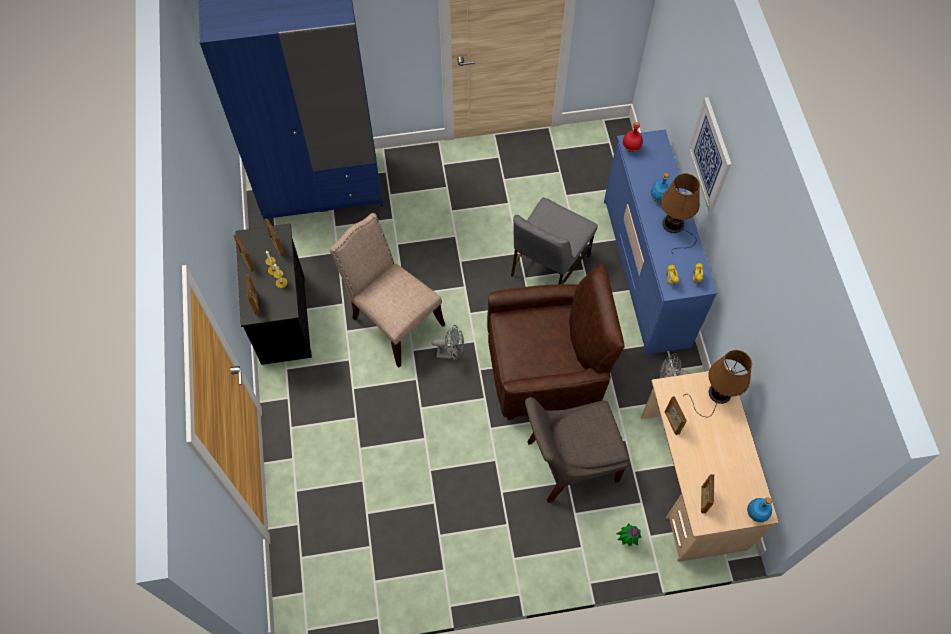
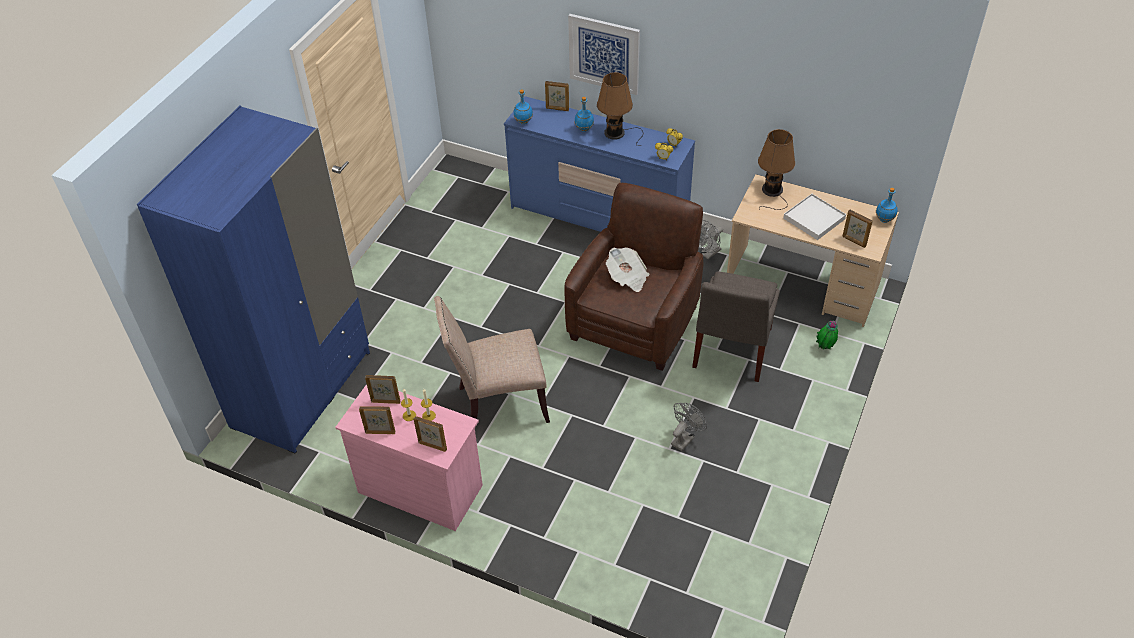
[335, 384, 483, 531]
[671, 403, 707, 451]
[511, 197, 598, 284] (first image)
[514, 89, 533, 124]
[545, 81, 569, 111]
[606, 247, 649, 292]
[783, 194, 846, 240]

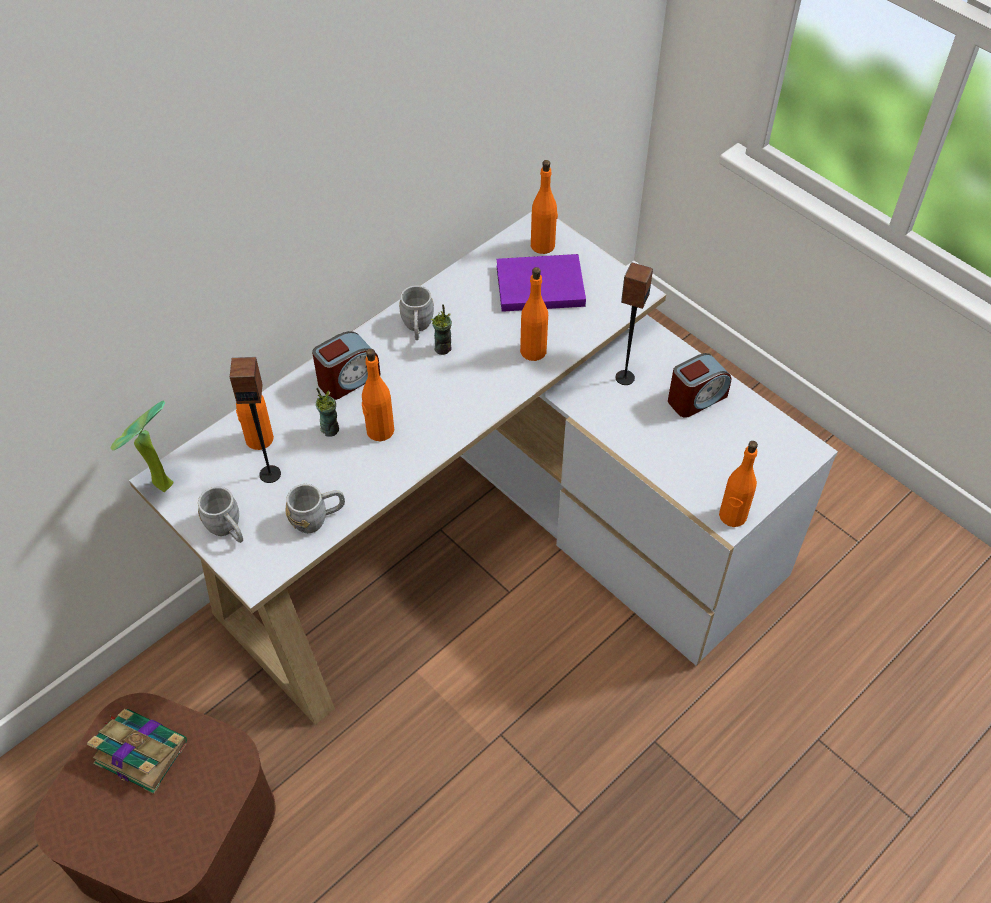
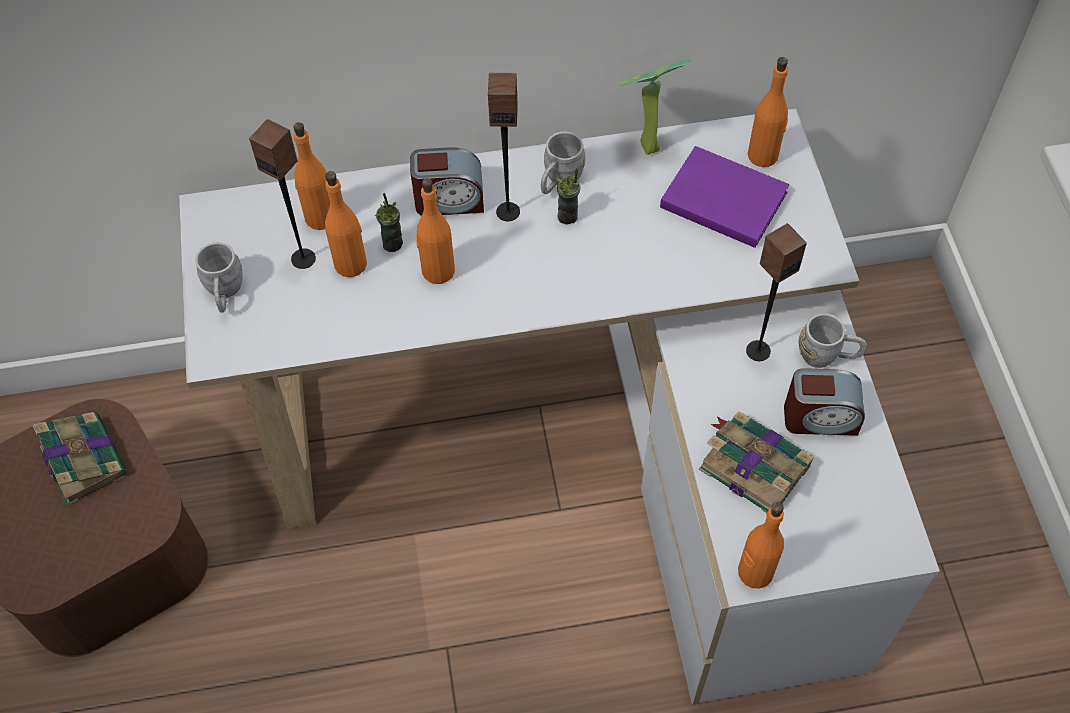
[618, 59, 691, 155]
[798, 313, 867, 368]
[325, 171, 367, 277]
[488, 73, 520, 221]
[699, 411, 814, 513]

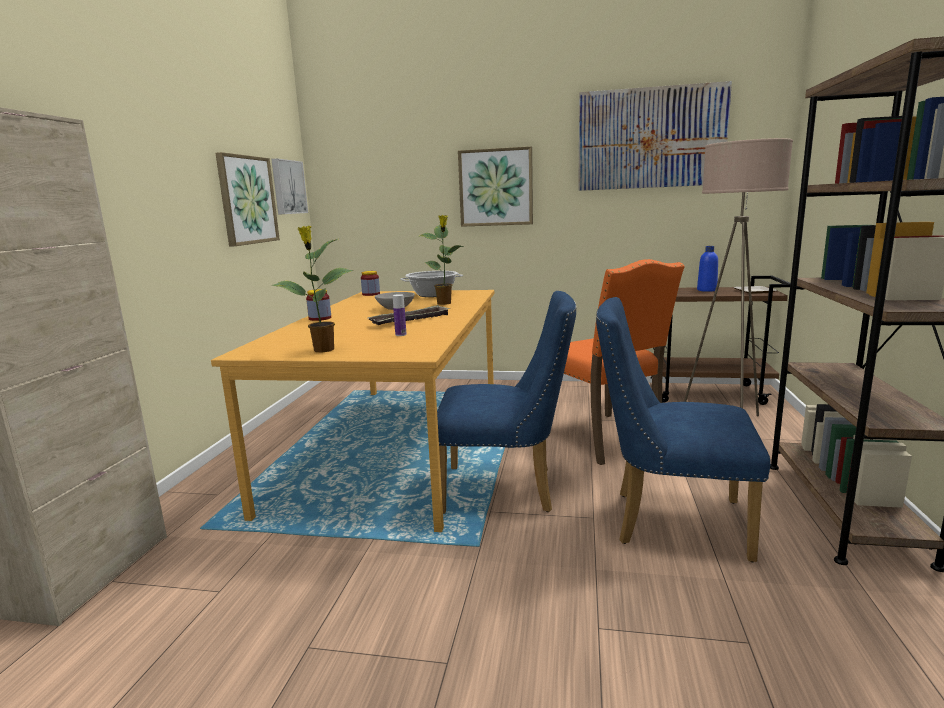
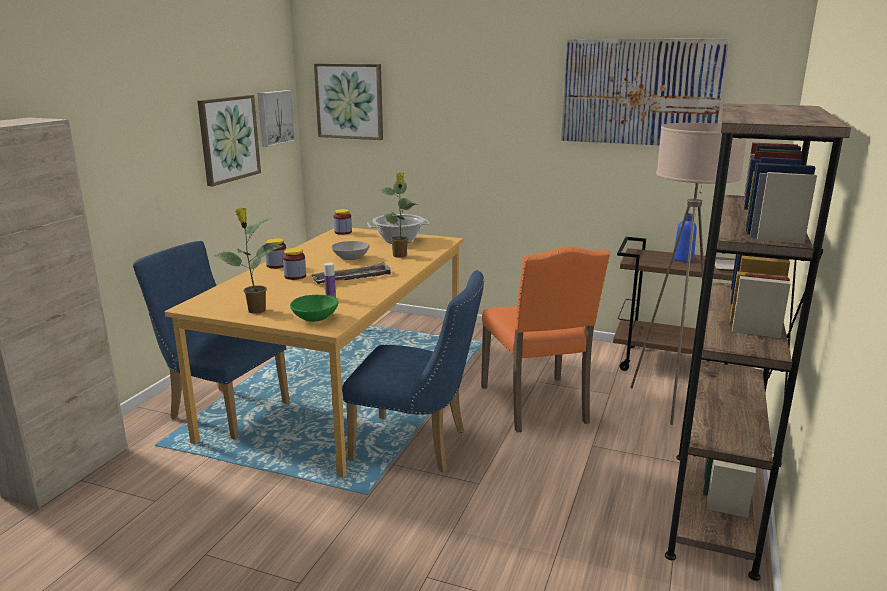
[314, 63, 383, 140]
[133, 241, 289, 440]
[283, 248, 306, 280]
[290, 295, 338, 322]

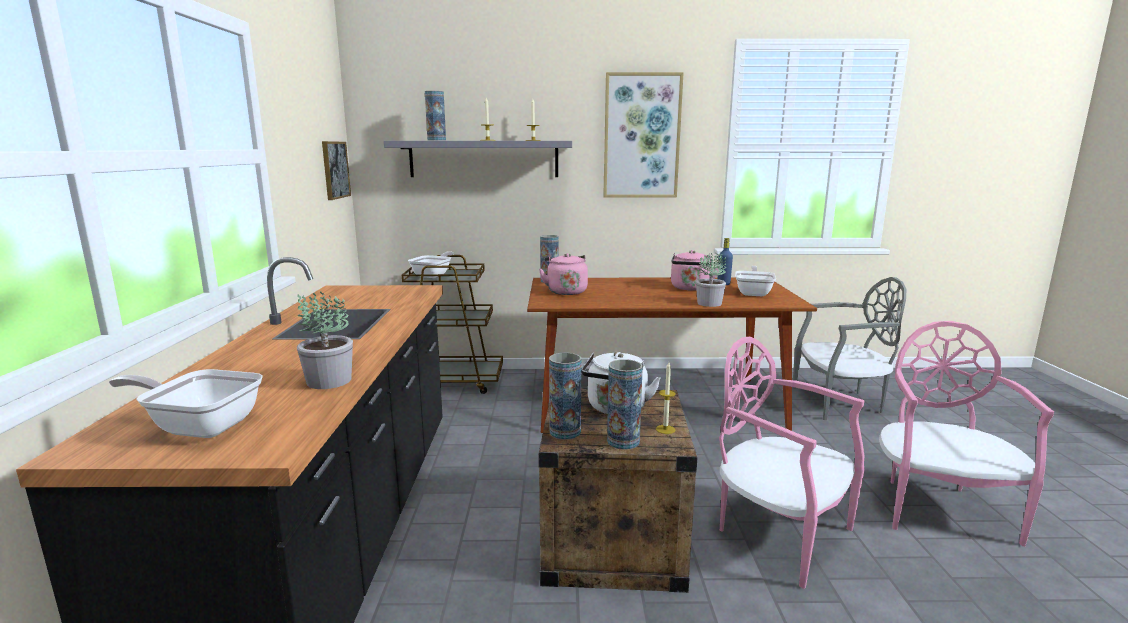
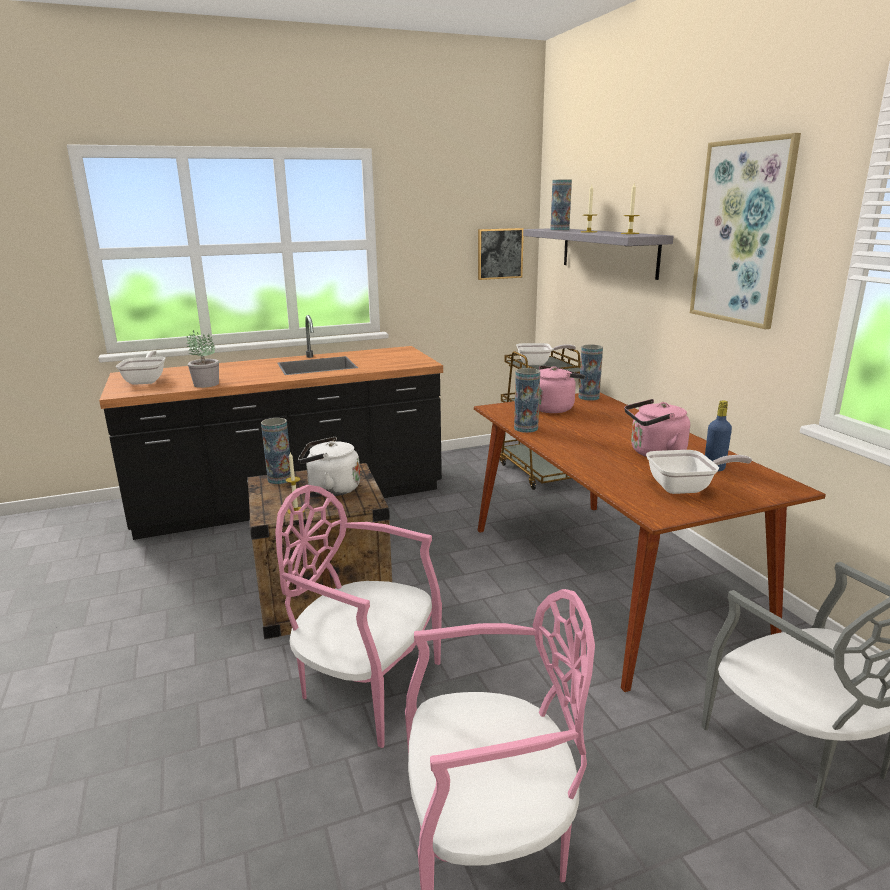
[514, 368, 540, 433]
[696, 253, 727, 307] (first image)
[275, 485, 442, 748]

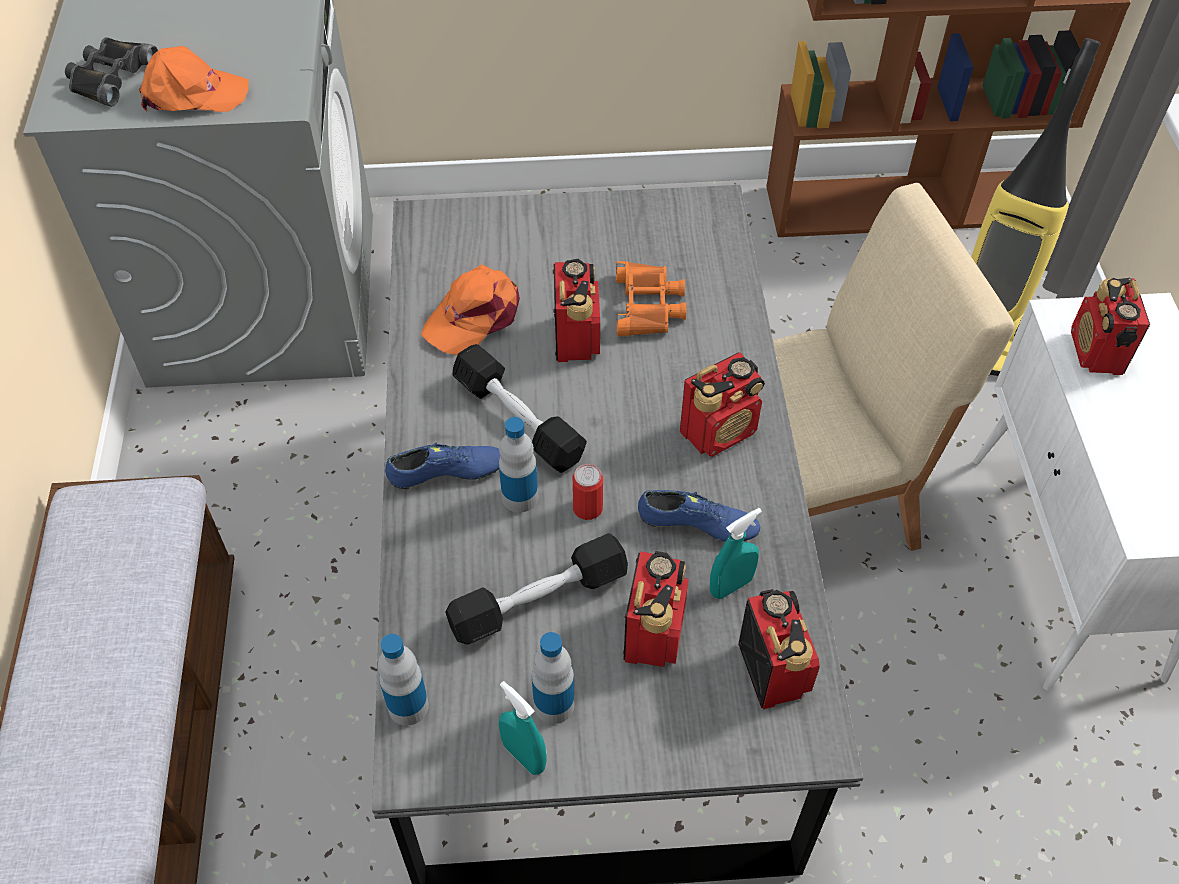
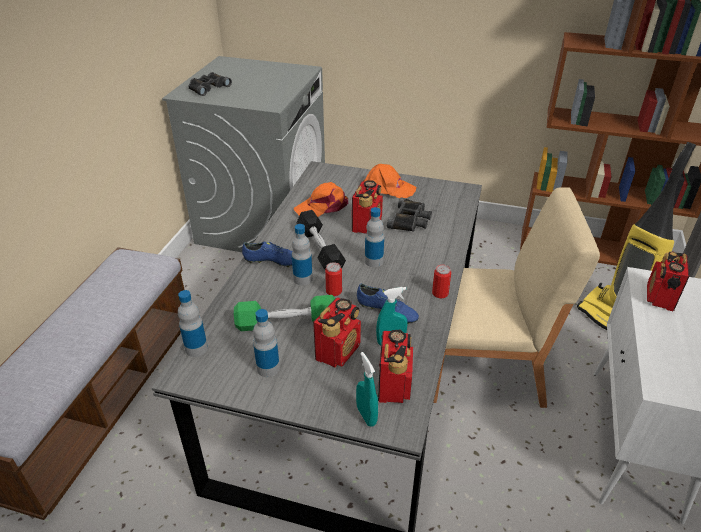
[364, 164, 416, 198]
[234, 295, 335, 331]
[356, 352, 378, 427]
[387, 197, 432, 232]
[680, 352, 765, 457] (first image)
[365, 207, 384, 267]
[432, 265, 451, 298]

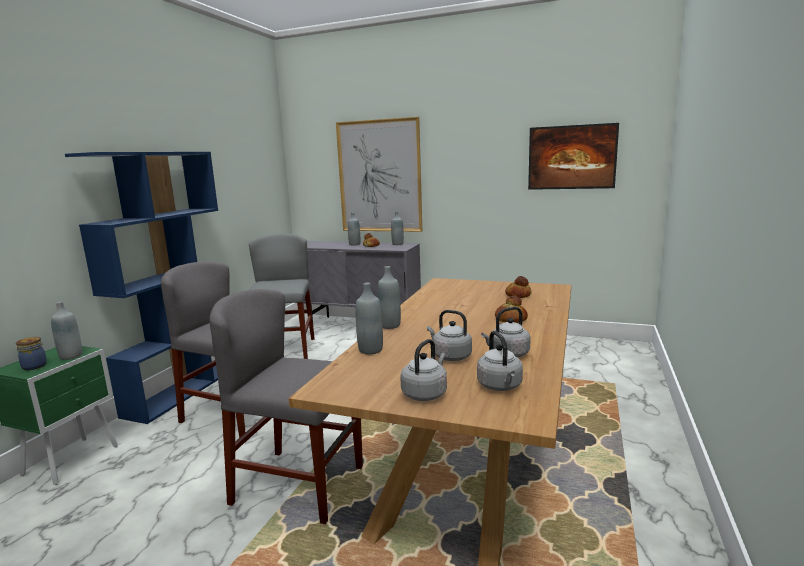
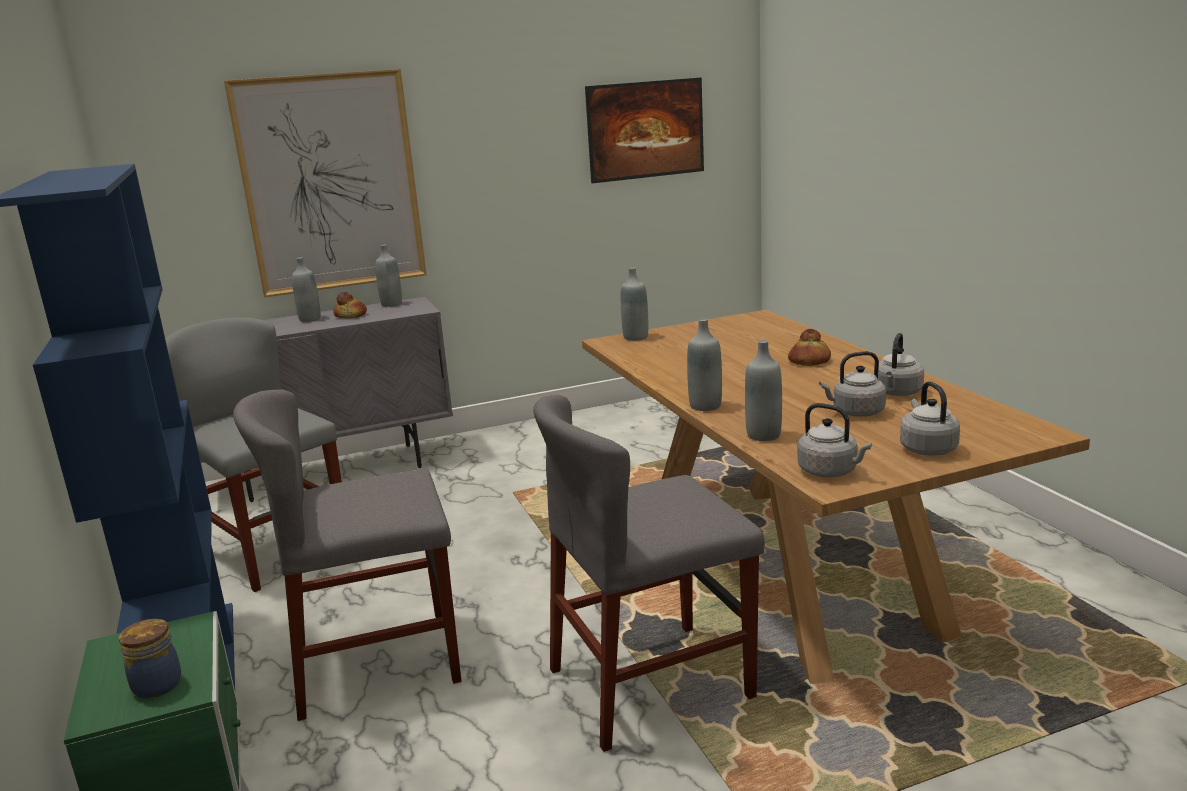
[621, 267, 648, 341]
[797, 403, 872, 477]
[505, 276, 532, 298] (first image)

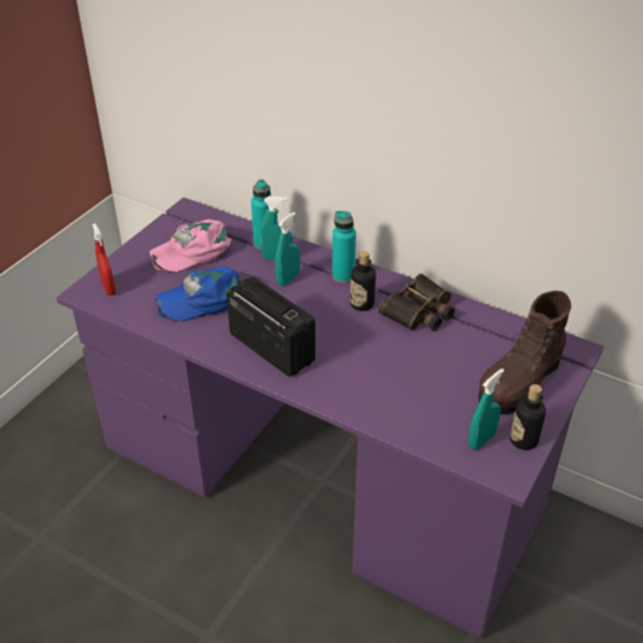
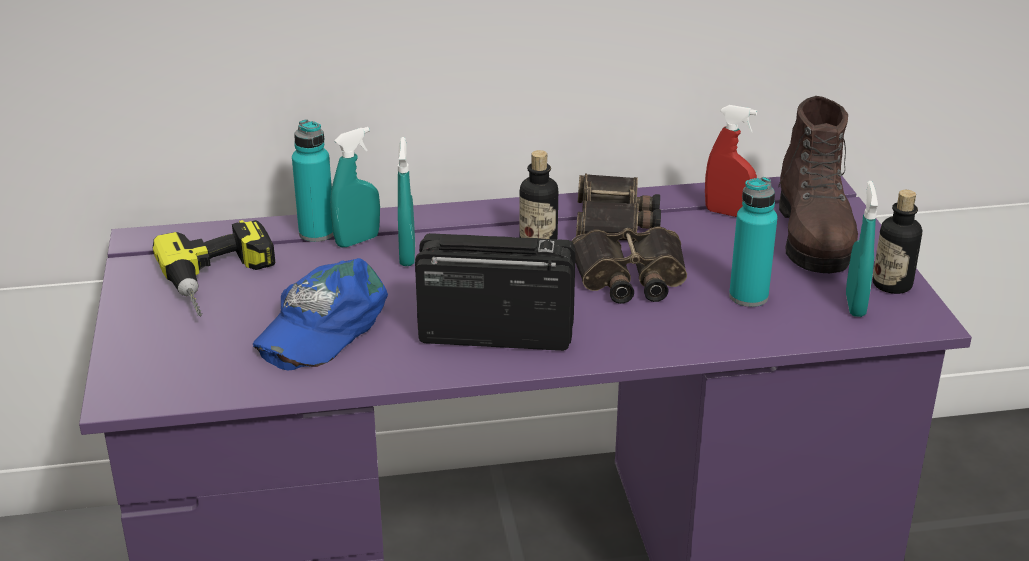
[705, 105, 757, 217]
[153, 220, 275, 317]
[729, 177, 778, 307]
[572, 226, 687, 304]

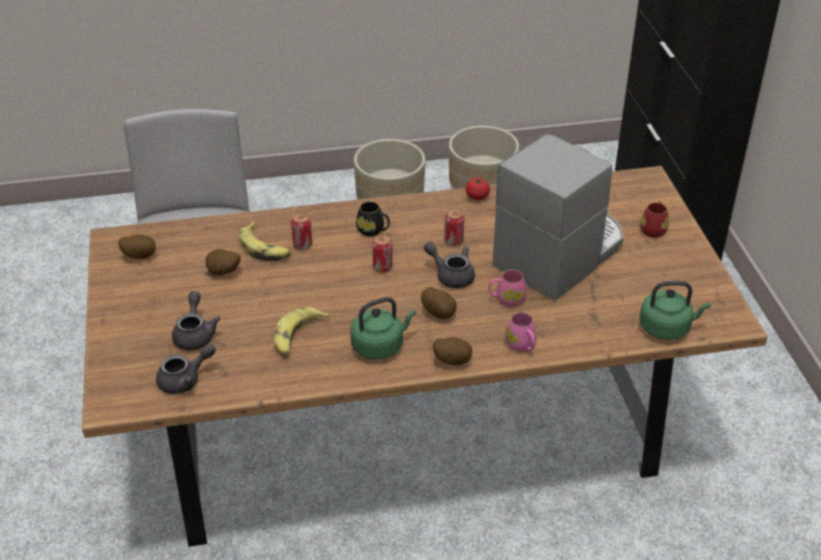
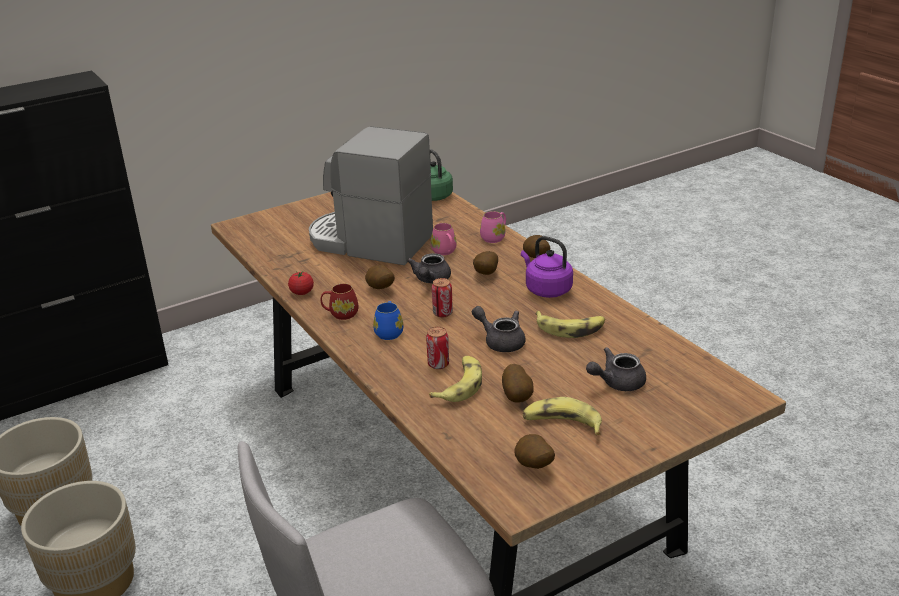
[472, 306, 526, 352]
[521, 236, 573, 298]
[373, 301, 403, 340]
[365, 265, 395, 289]
[321, 283, 358, 320]
[523, 397, 602, 435]

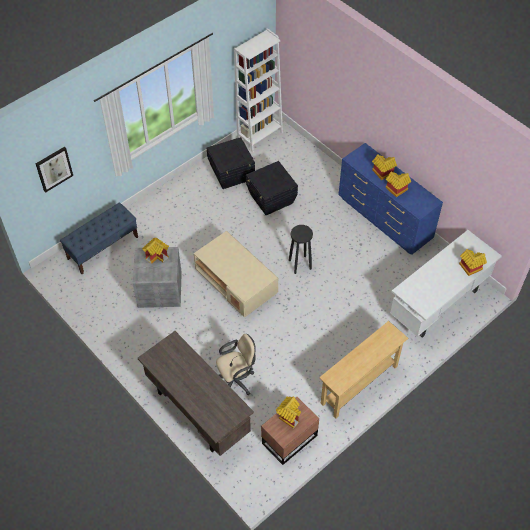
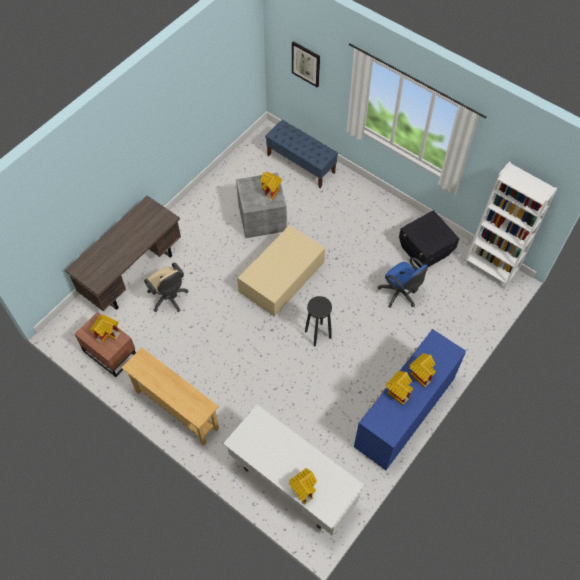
[378, 257, 428, 308]

